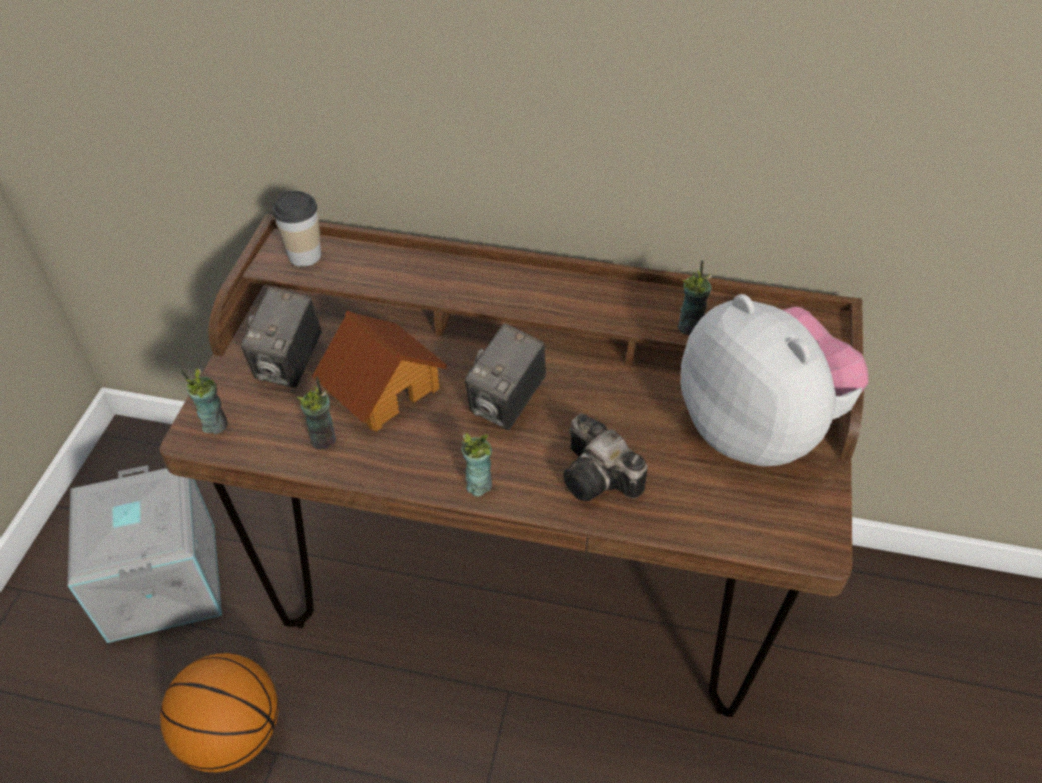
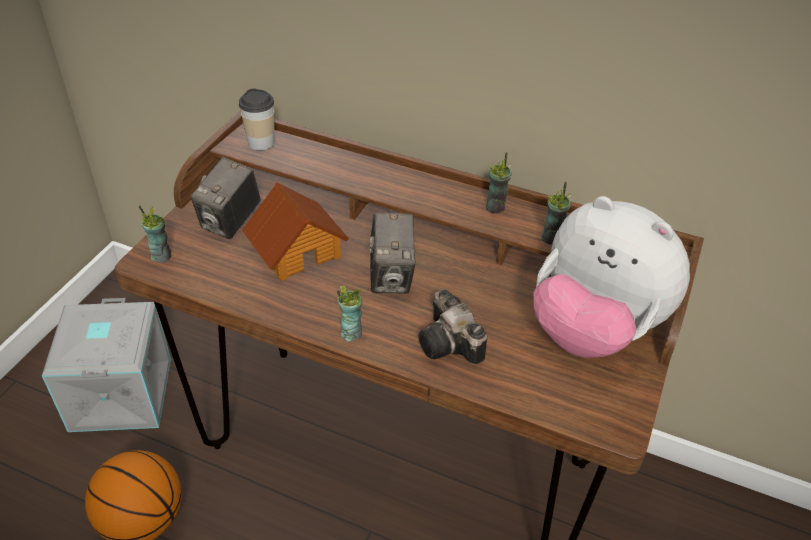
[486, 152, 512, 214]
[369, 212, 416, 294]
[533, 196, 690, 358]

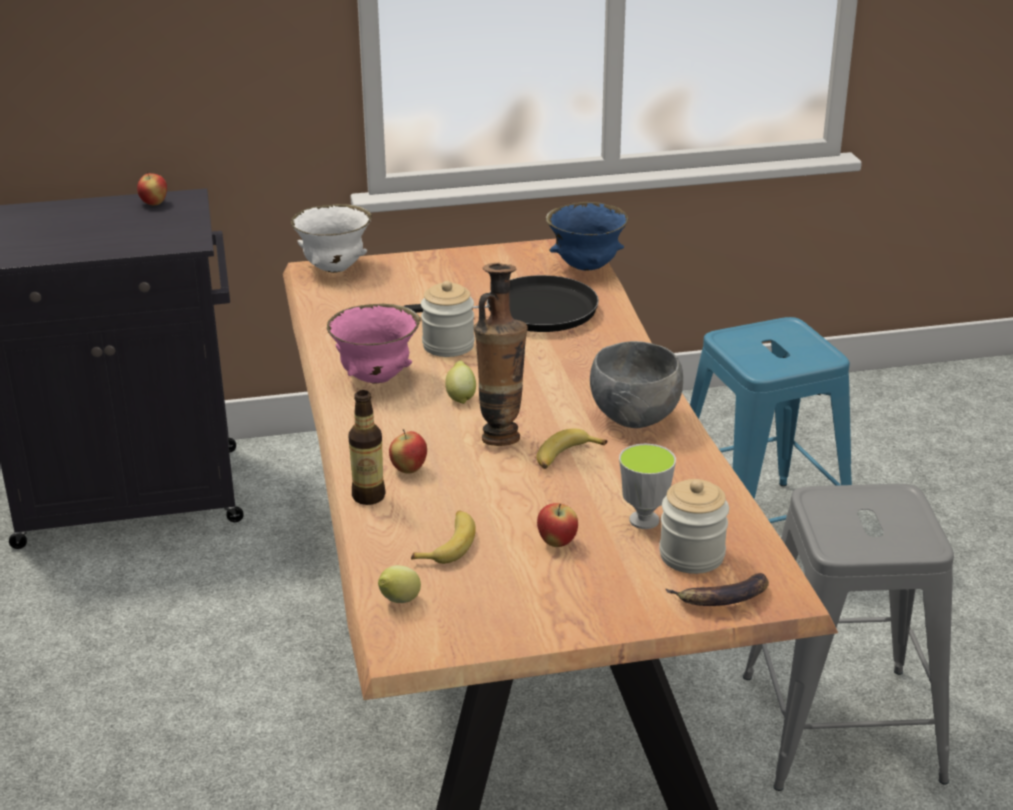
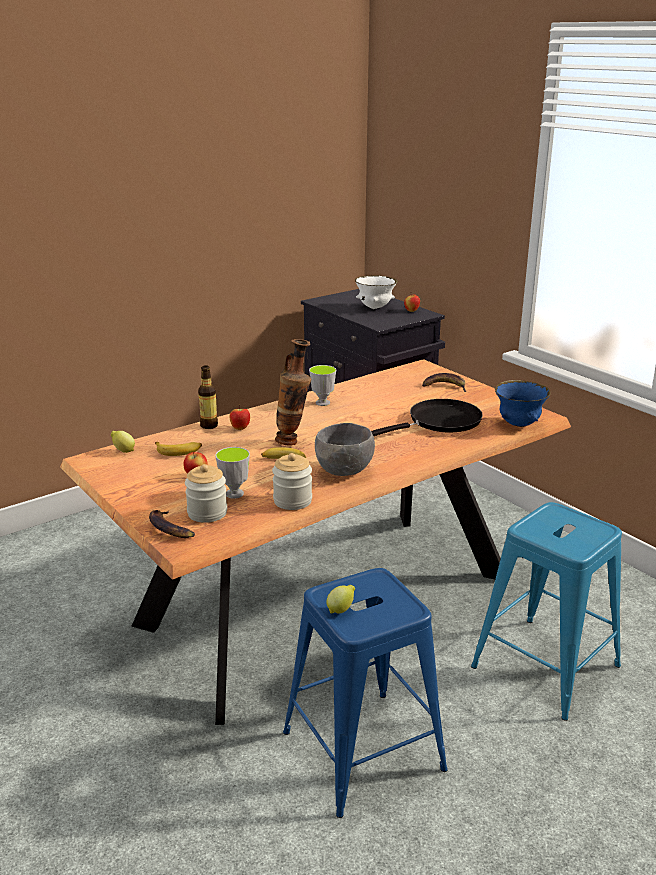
[355, 275, 398, 309]
[309, 365, 336, 406]
[371, 399, 483, 436]
[272, 453, 312, 510]
[326, 585, 355, 614]
[283, 568, 448, 818]
[422, 373, 466, 392]

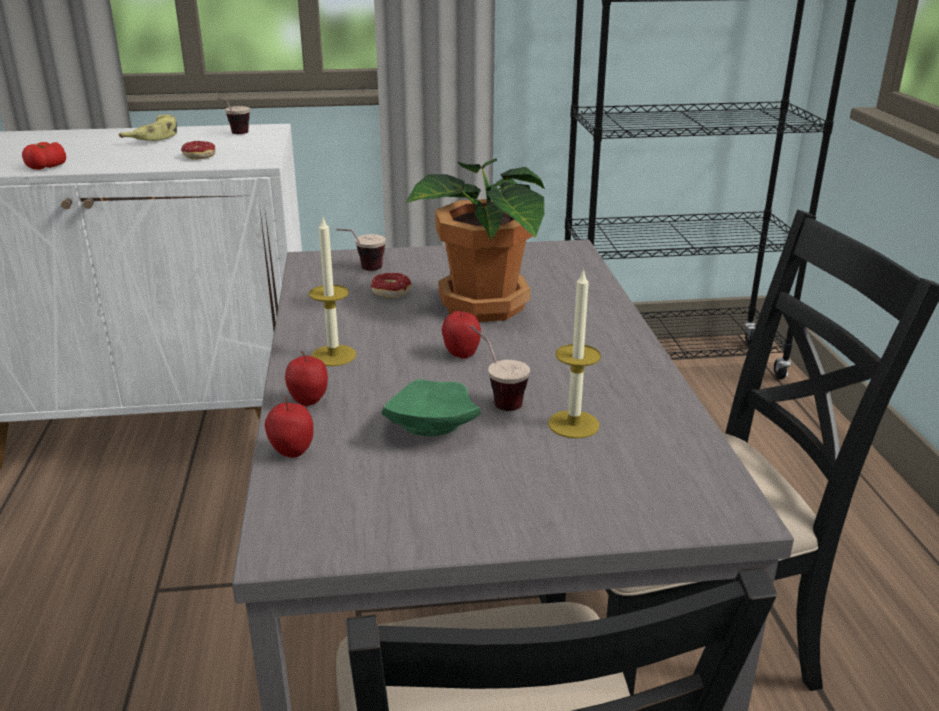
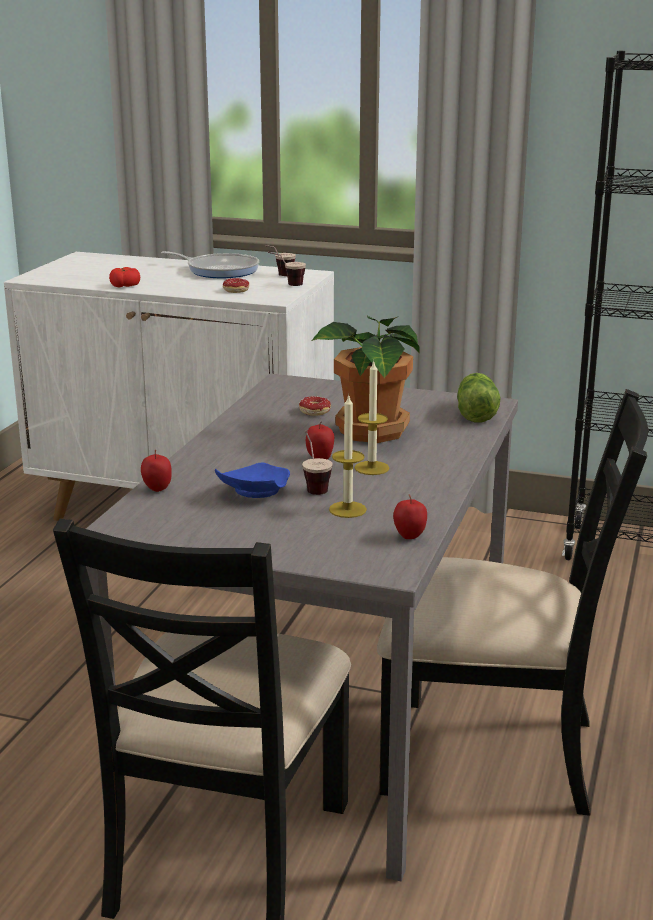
[161, 251, 259, 278]
[393, 495, 427, 539]
[355, 360, 389, 475]
[268, 252, 306, 286]
[215, 463, 290, 498]
[457, 373, 501, 422]

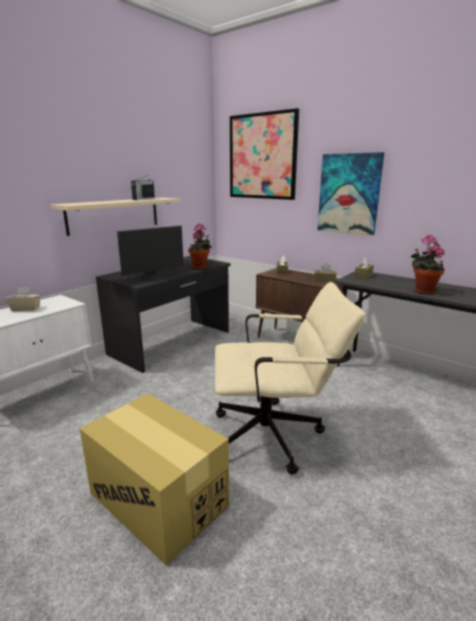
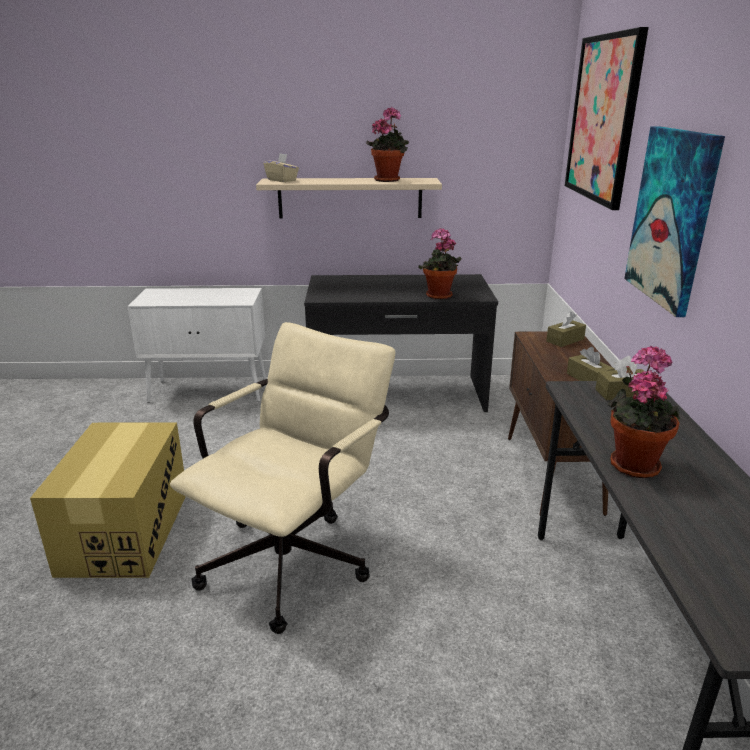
[264, 154, 299, 182]
[117, 226, 184, 279] (first image)
[366, 107, 409, 182]
[170, 322, 395, 634]

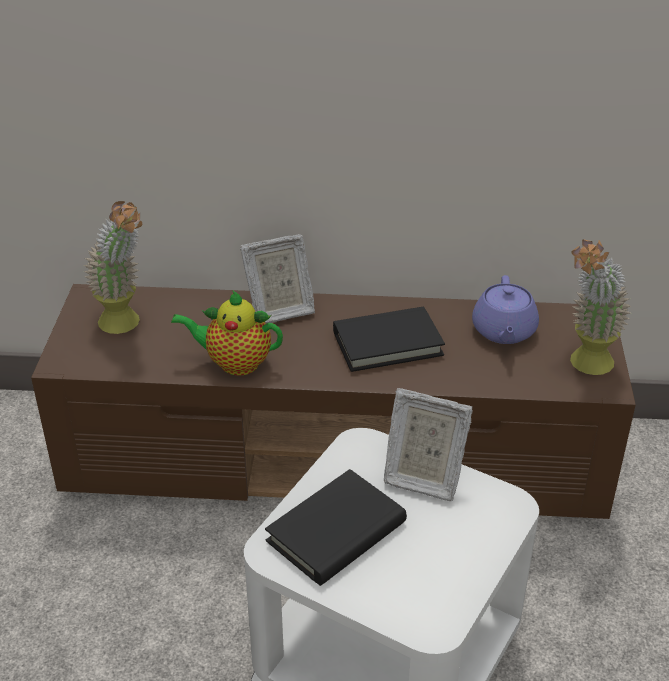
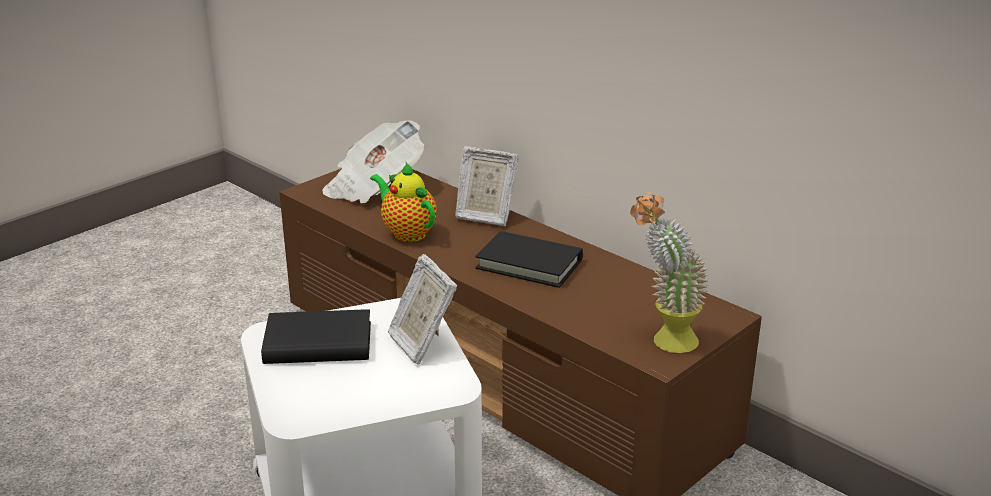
[322, 120, 424, 203]
[472, 275, 539, 344] (first image)

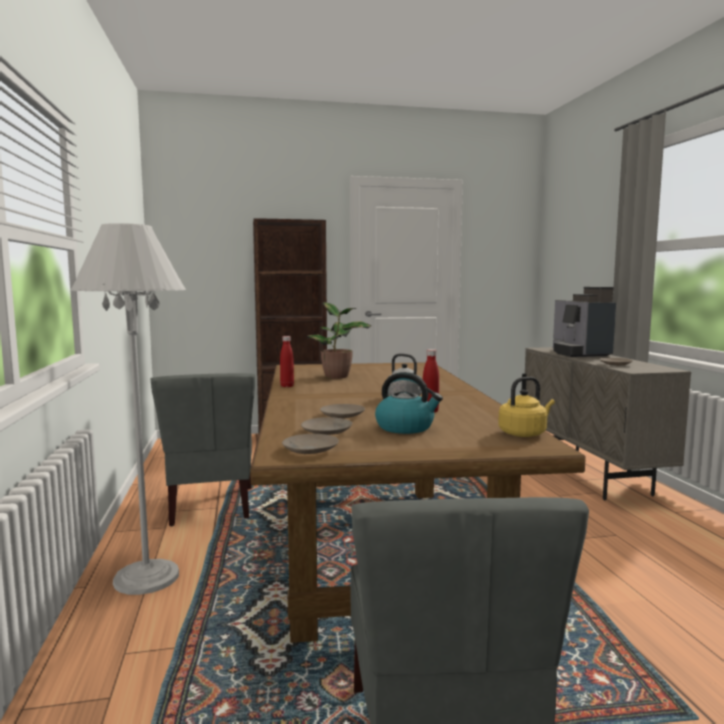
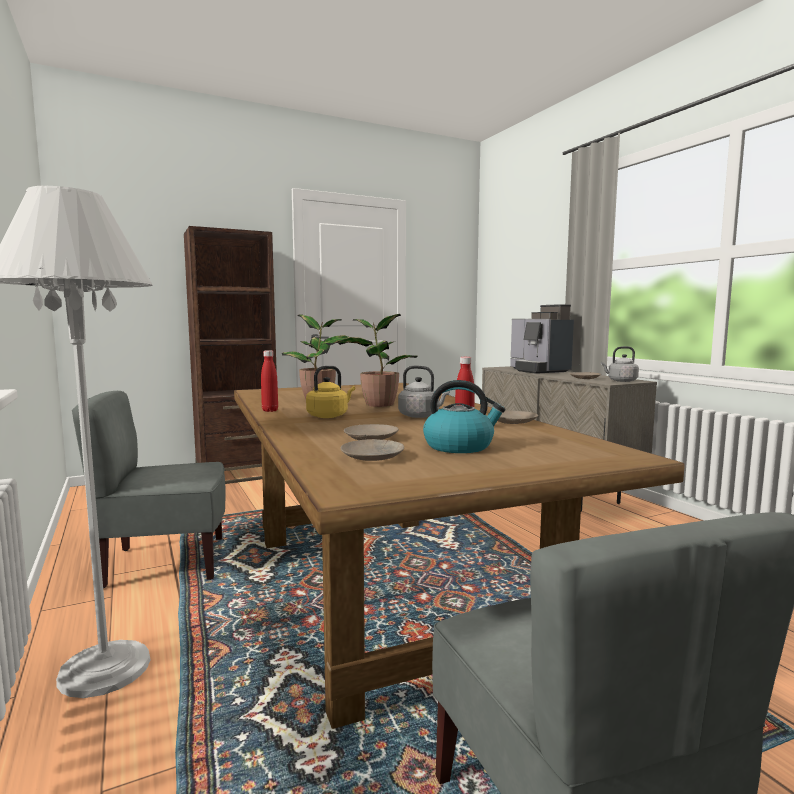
[72, 391, 226, 588]
[498, 411, 538, 424]
[306, 366, 355, 418]
[336, 314, 418, 407]
[601, 346, 639, 382]

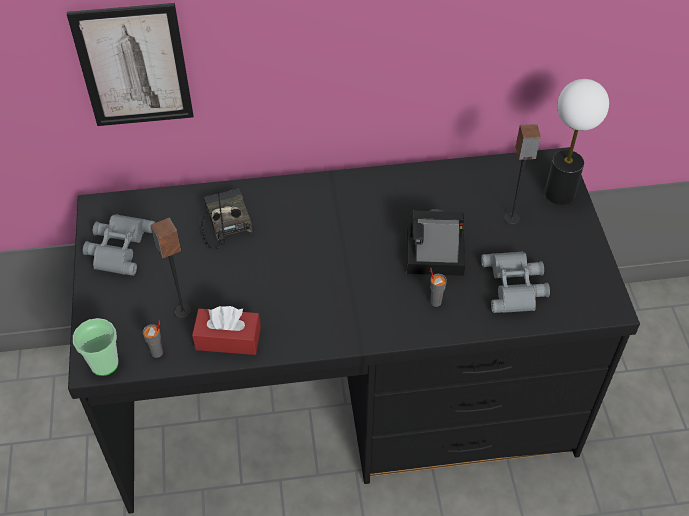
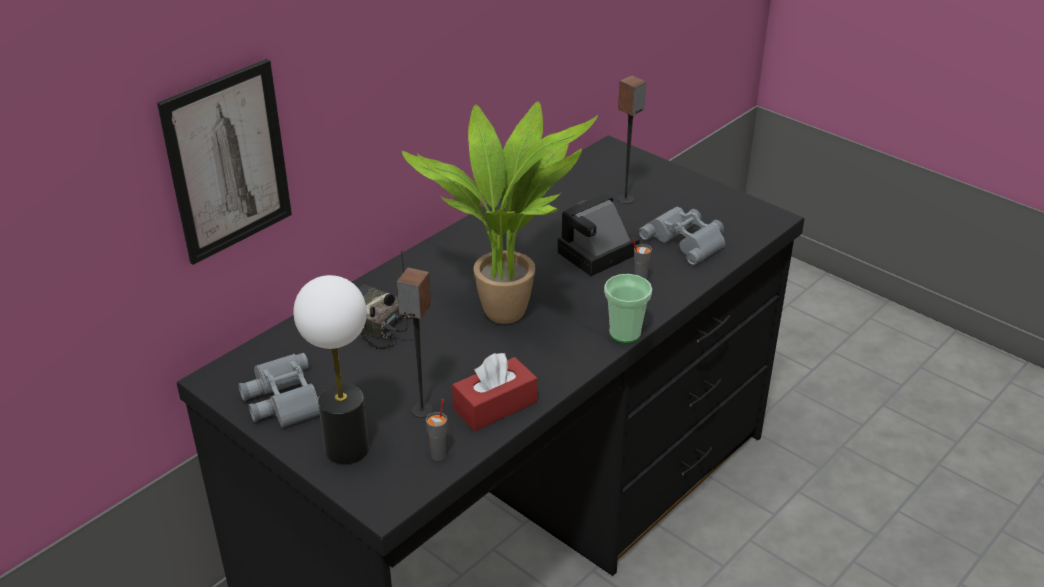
[604, 274, 652, 343]
[293, 275, 369, 464]
[402, 101, 598, 324]

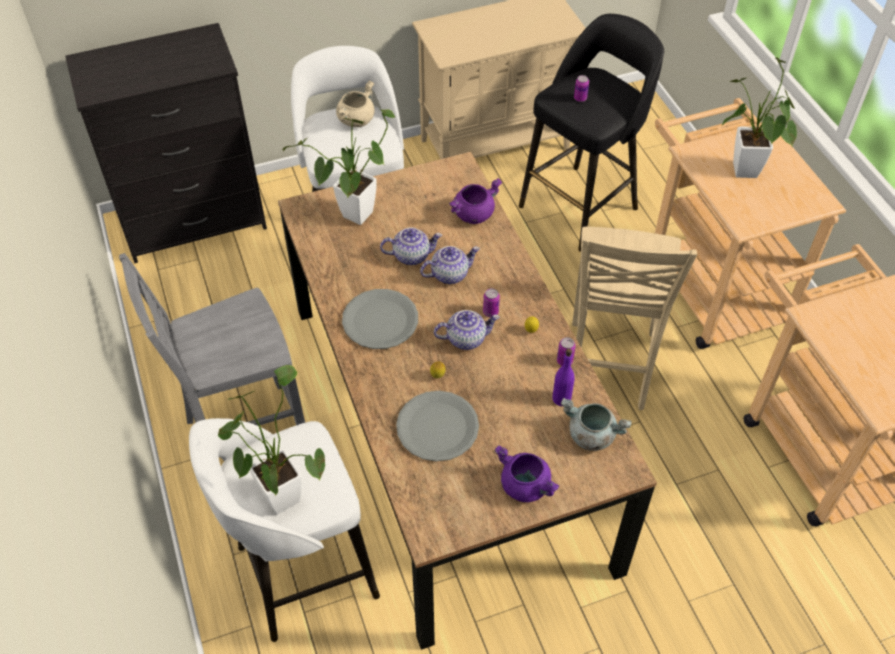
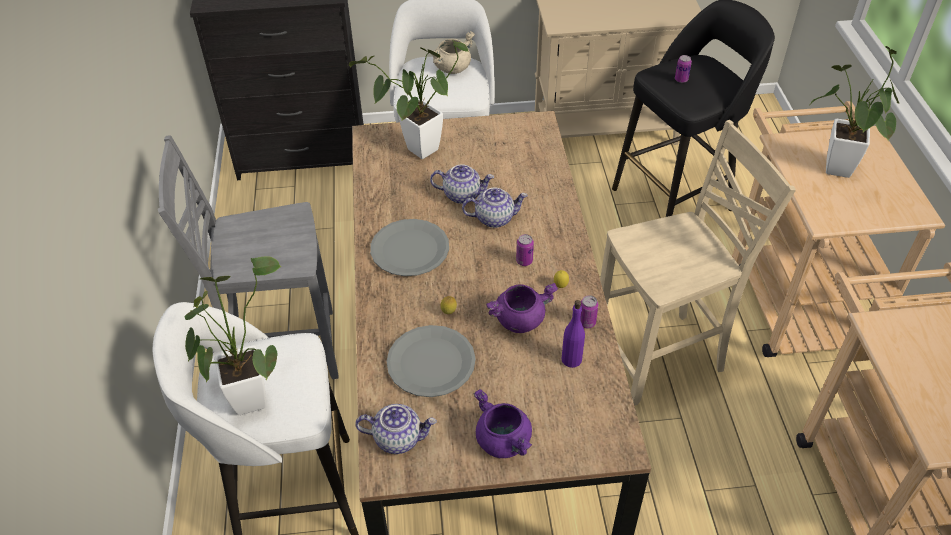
[355, 404, 437, 454]
[486, 283, 558, 333]
[561, 398, 632, 451] (first image)
[600, 120, 796, 406]

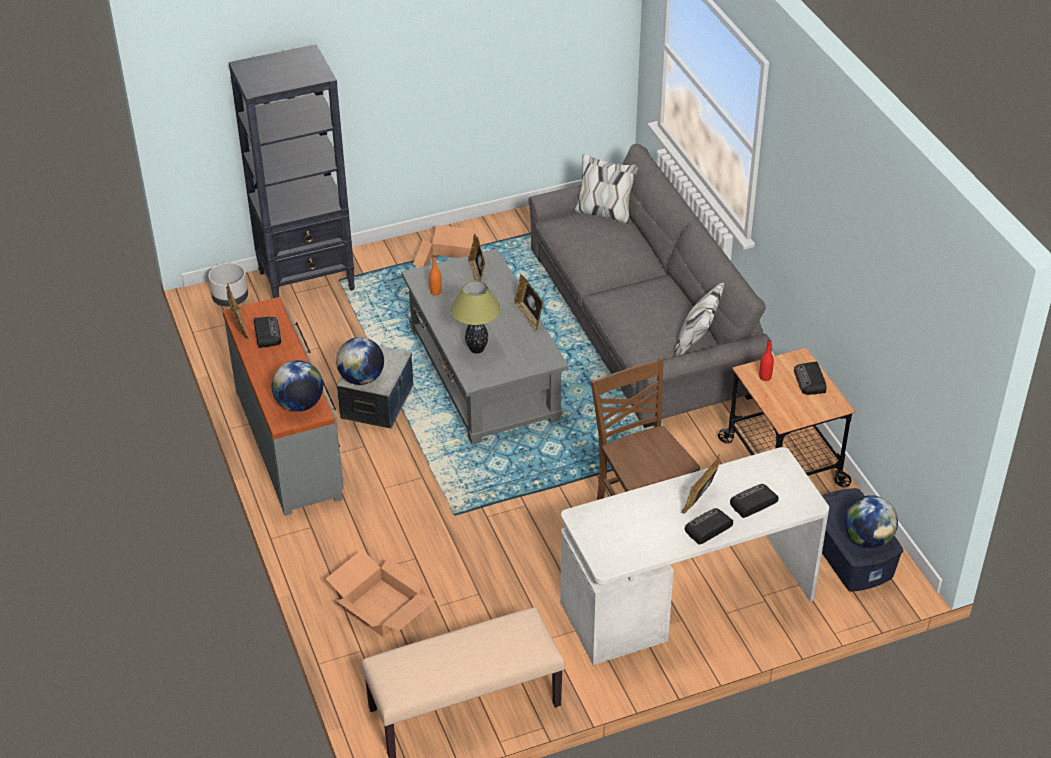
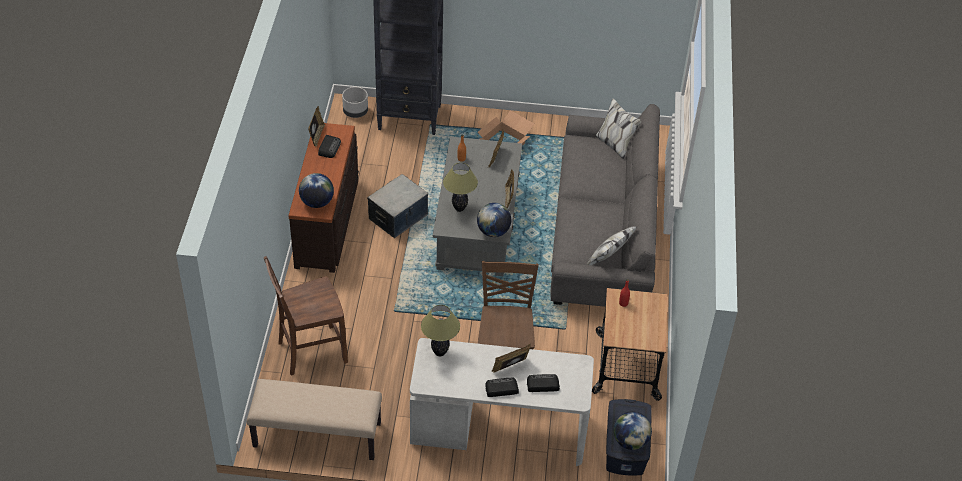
[288, 123, 359, 273]
[264, 256, 348, 376]
[477, 203, 511, 237]
[794, 362, 826, 395] (first image)
[421, 305, 460, 356]

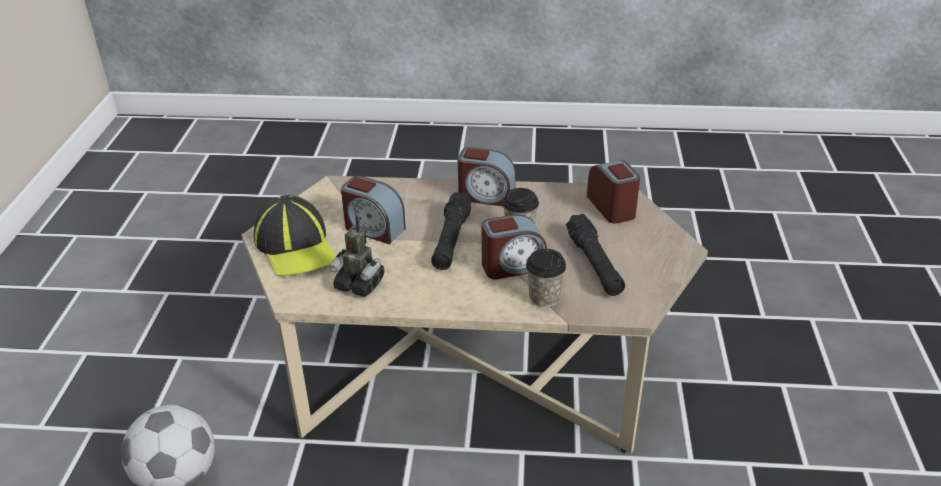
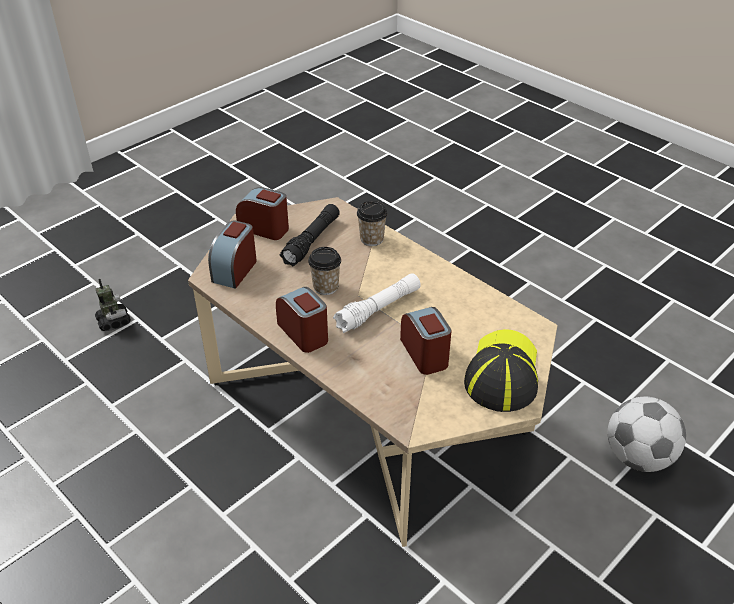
[95, 279, 131, 331]
[333, 273, 421, 333]
[236, 187, 289, 240]

